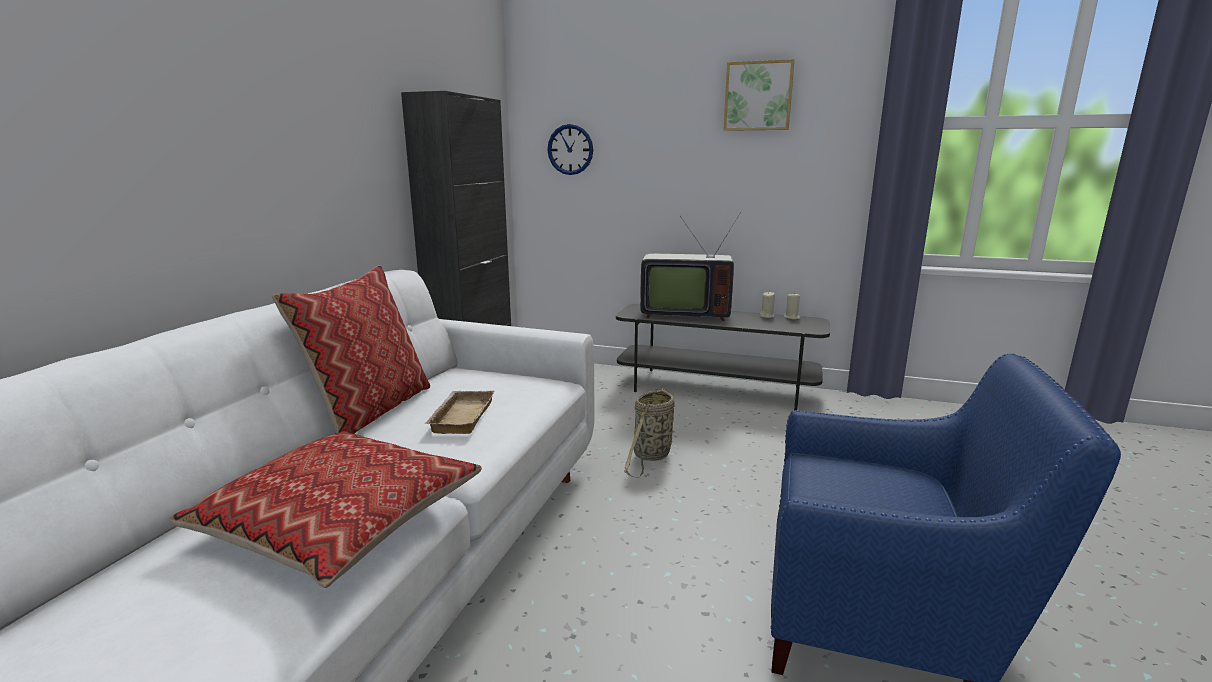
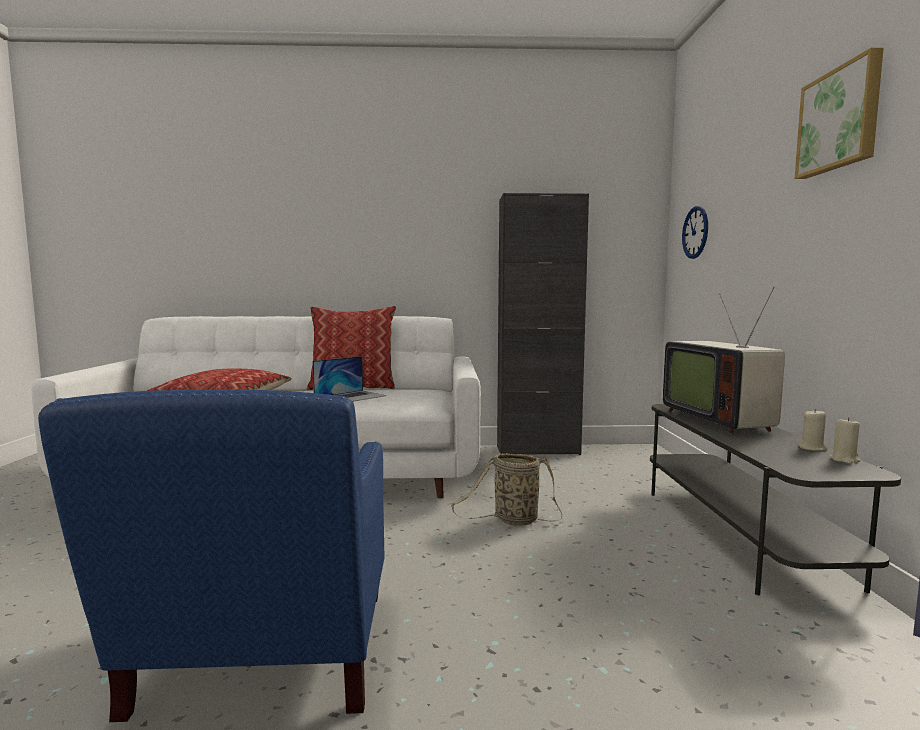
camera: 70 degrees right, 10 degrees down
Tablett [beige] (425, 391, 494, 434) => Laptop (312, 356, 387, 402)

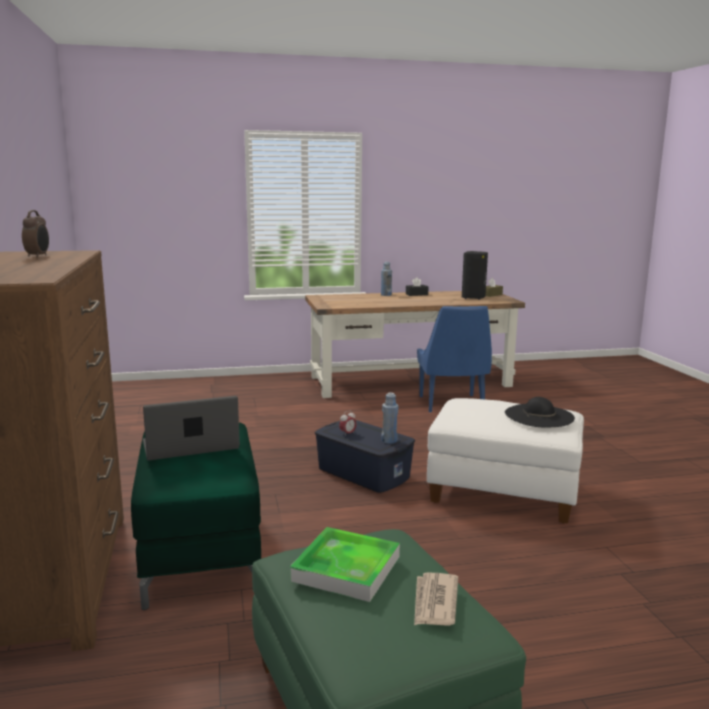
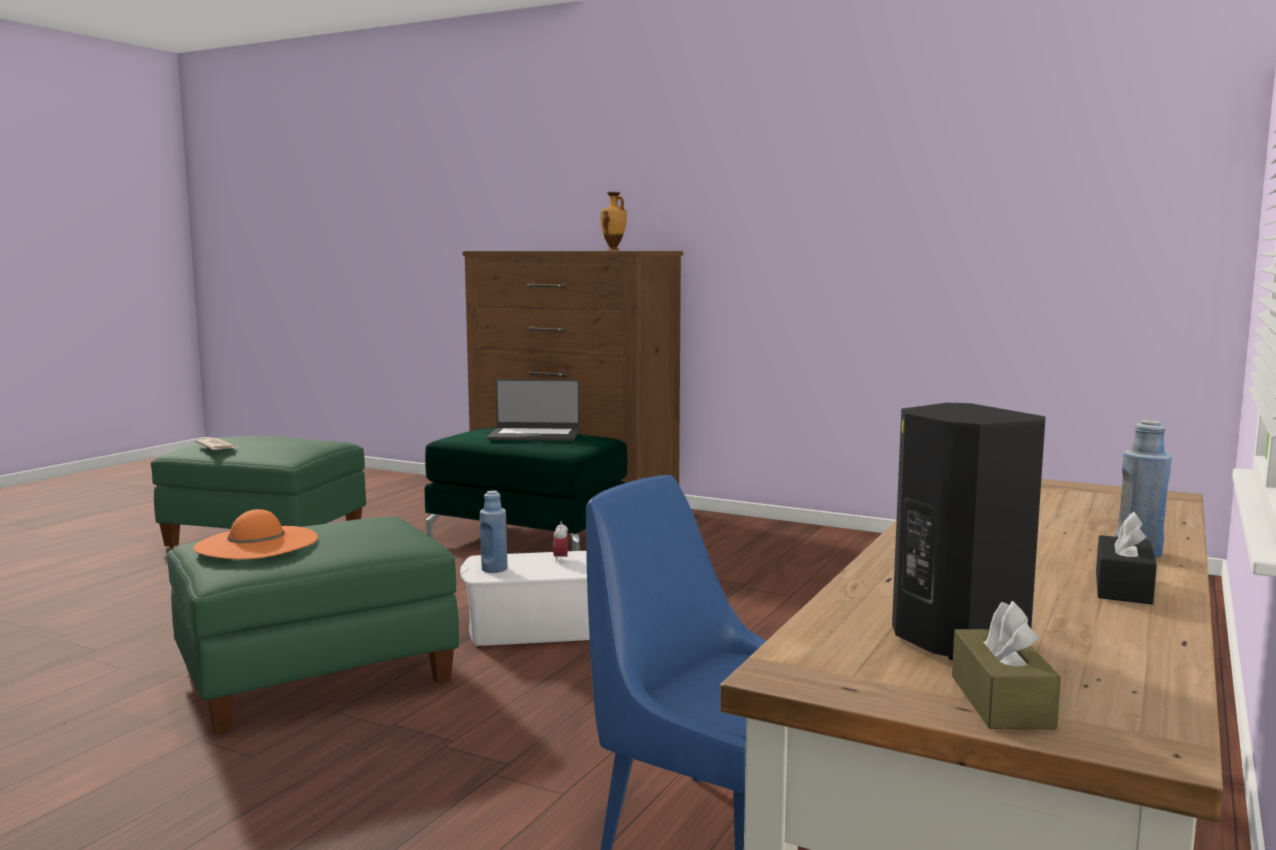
camera: 130 degrees right, 5 degrees down
Wecker (22, 210, 49, 258) => Vase (600, 192, 627, 251)
Laptop (143, 396, 240, 460) => Laptop (487, 379, 580, 441), 75 degrees clockwise
Tablett (290, 527, 400, 602) => nothing
Aufbewahrungsbox [blau] (315, 420, 415, 493) => Aufbewahrungsbox [weiß] (460, 551, 590, 646)
Polsterhocker [weiß] (427, 398, 584, 523) => Polsterhocker [grün] (167, 516, 459, 734)
Hut [schwarz] (505, 397, 575, 427) => Hut [orange] (193, 509, 318, 559)

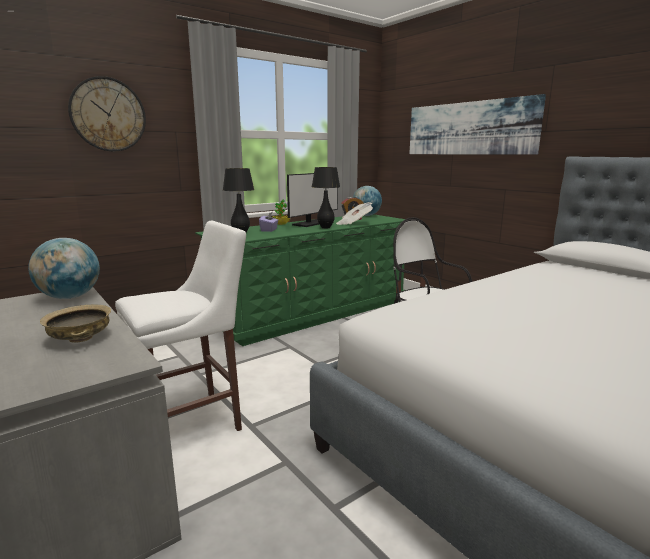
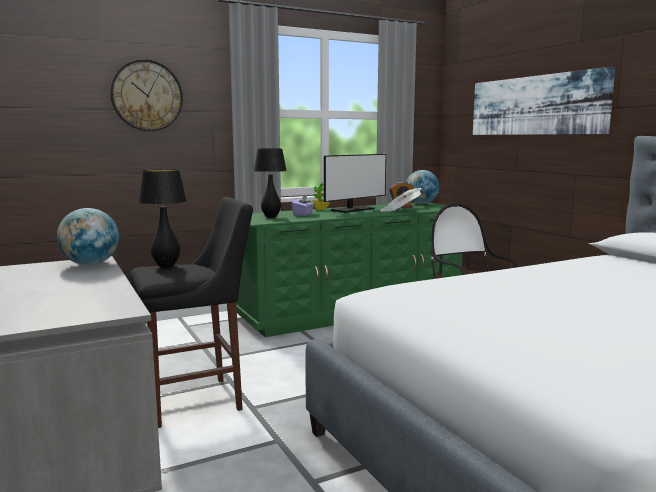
camera: 10 degrees right, 5 degrees down
Schüssel [beige] (40, 305, 111, 343) => nothing
Hocker [weiß] (115, 221, 246, 431) => Hocker [schwarz] (130, 197, 253, 428)
Tischlampe [schwarz] (312, 167, 340, 229) => Tischlampe [schwarz] (138, 169, 187, 268), relocated

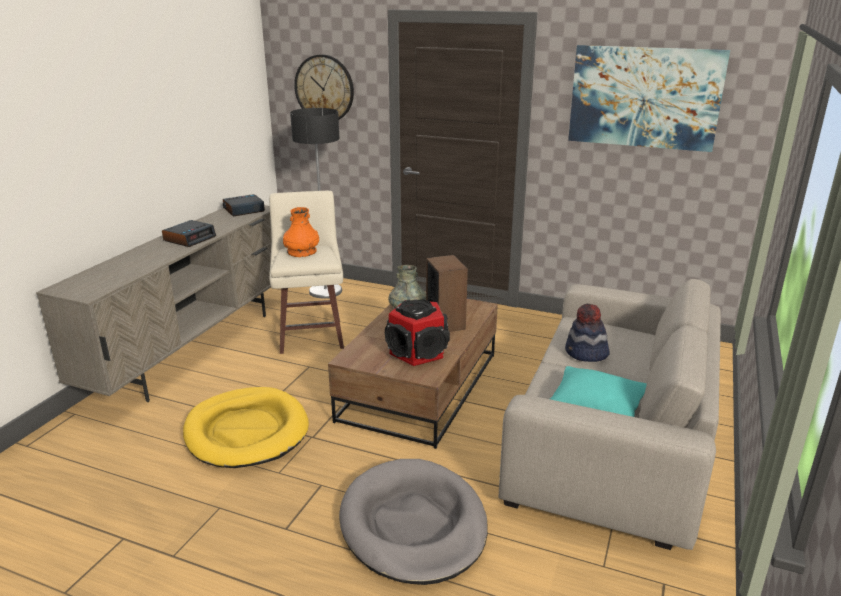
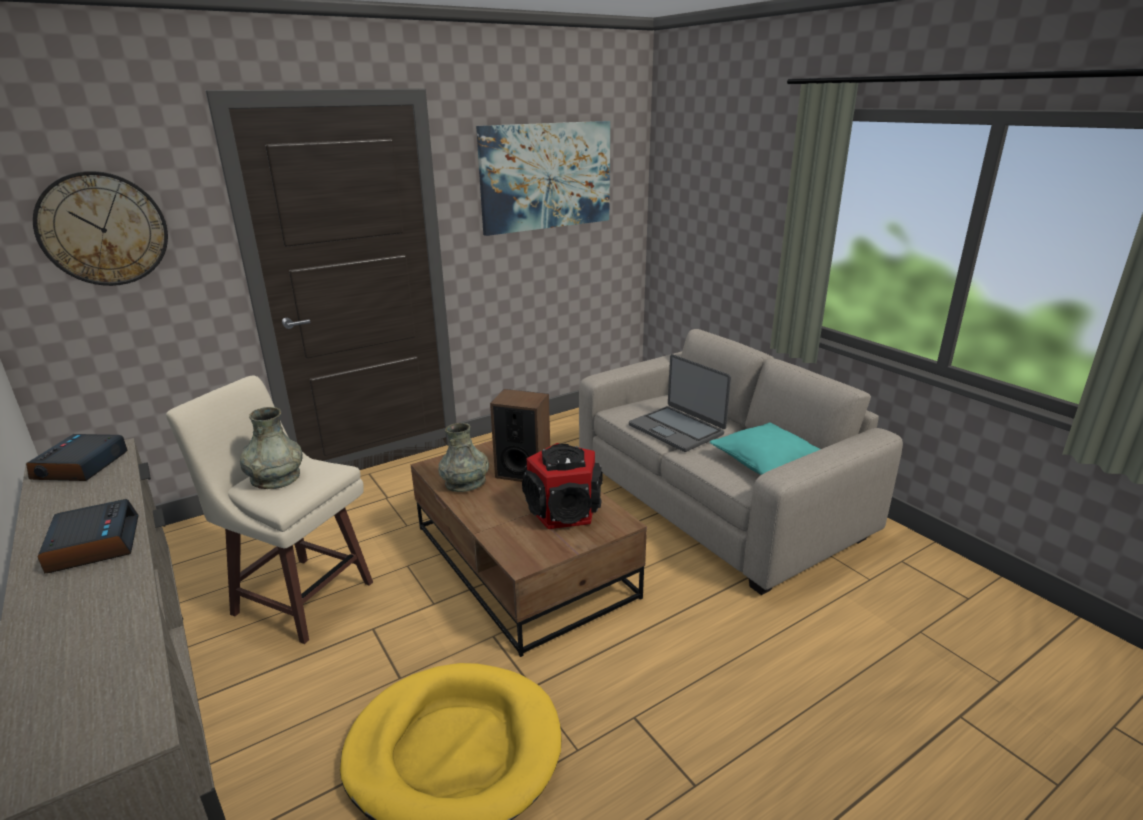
camera: 55 degrees left, 0 degrees up
Vase [orange] (283, 207, 319, 257) => Vase [grau] (240, 407, 303, 489)
Stehlampe (290, 108, 342, 298) => nothing
Hundebett [grau] (339, 459, 488, 585) => nothing
Hut (565, 304, 609, 362) => Laptop (629, 354, 731, 452)

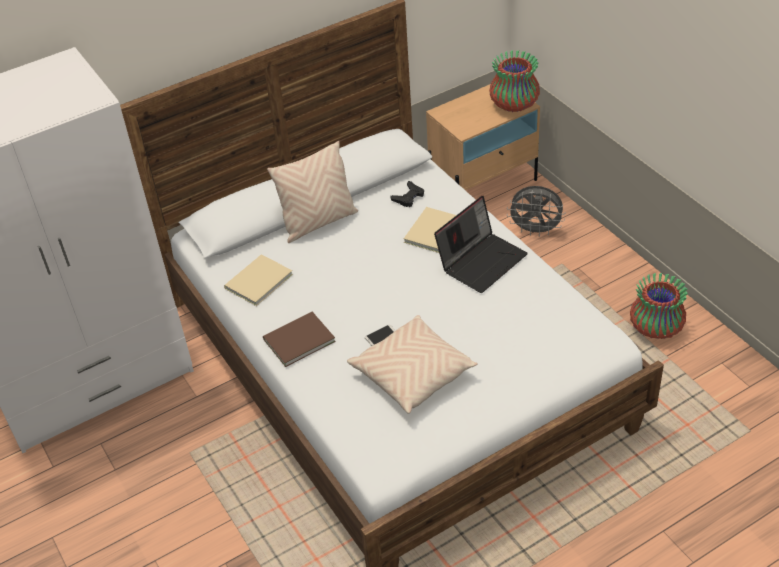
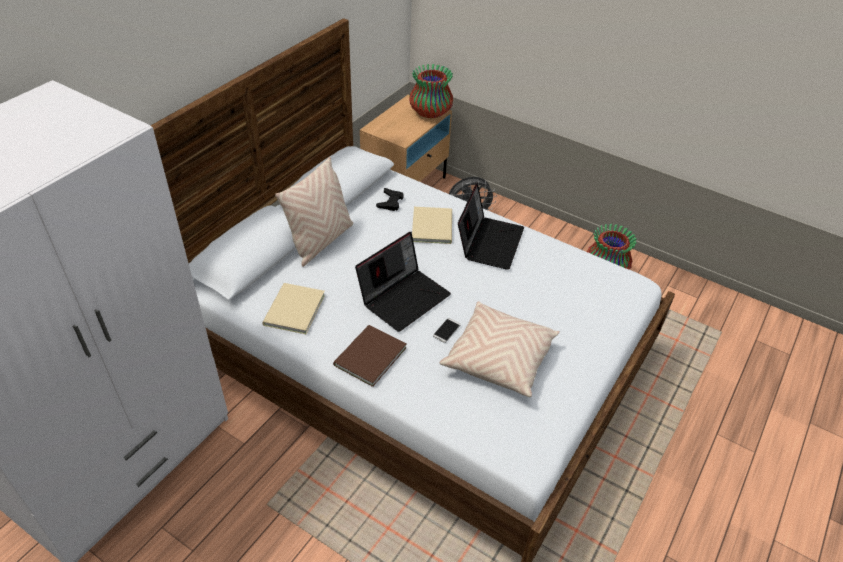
camera: 30 degrees left, 0 degrees up
nothing => Laptop (355, 232, 451, 332)

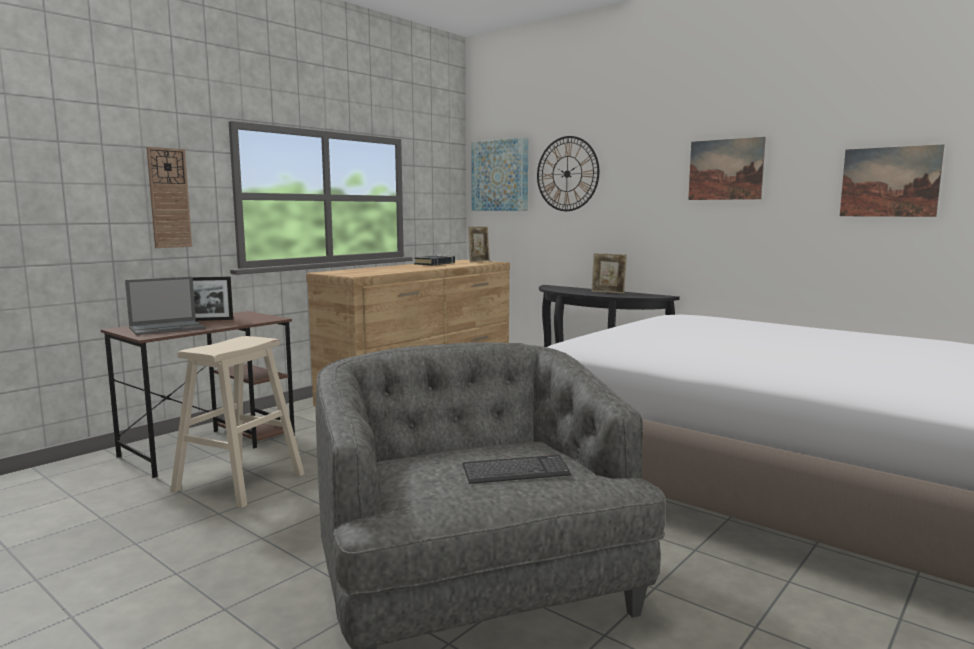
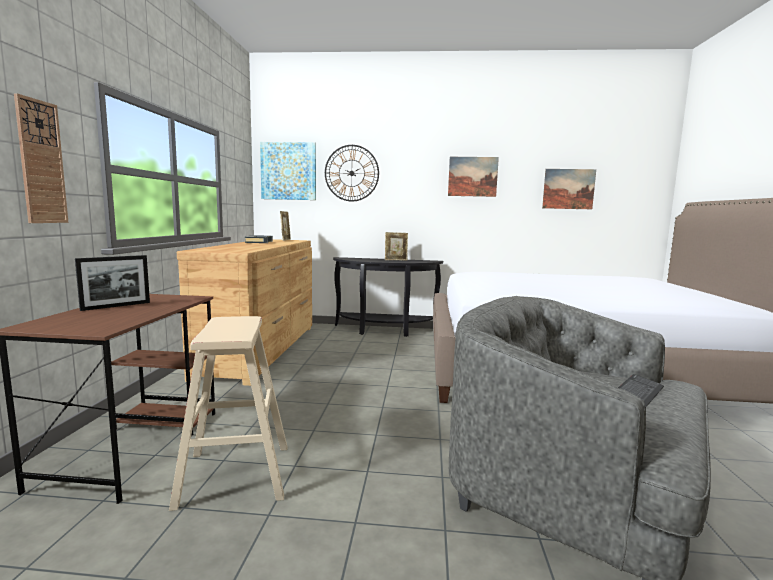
camera: 35 degrees left, 0 degrees up
Laptop (125, 277, 206, 335) => nothing

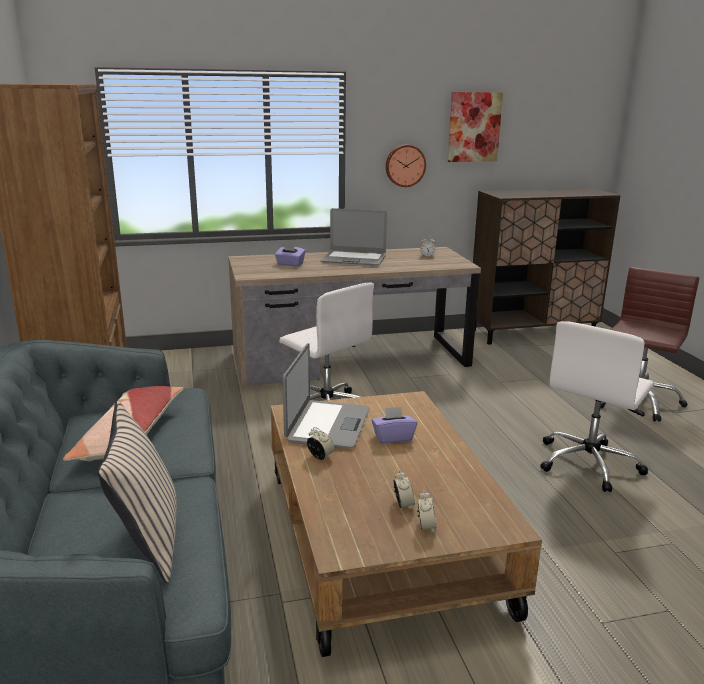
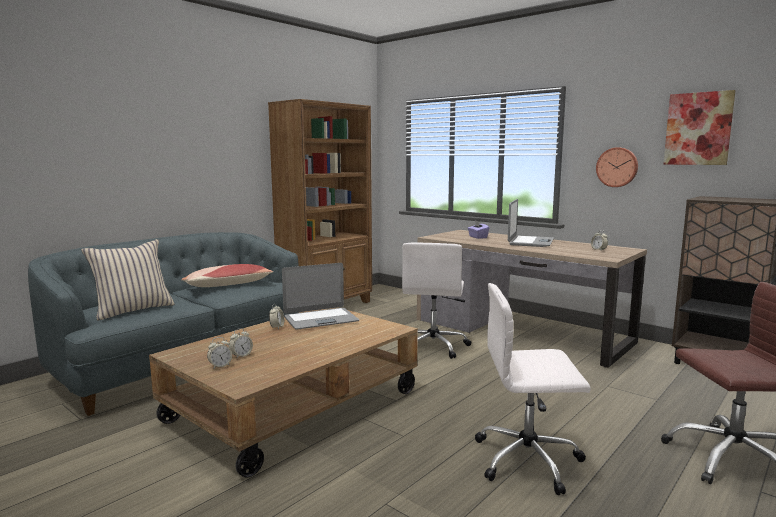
camera: 55 degrees right, 10 degrees down
Laptop (321, 208, 387, 265) => Laptop (508, 199, 554, 247), 135 degrees counterclockwise
Taschentuchbox [lila] (372, 407, 417, 443) => nothing

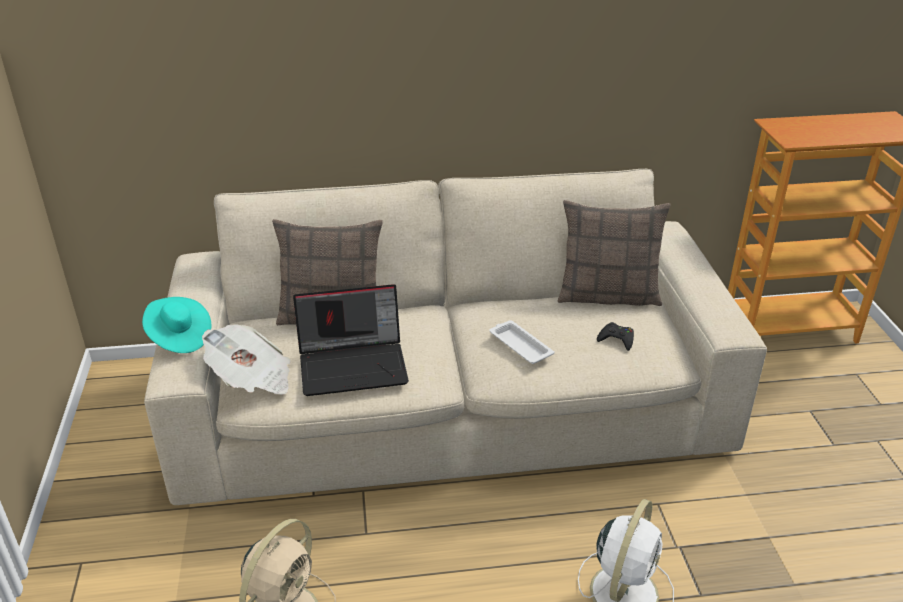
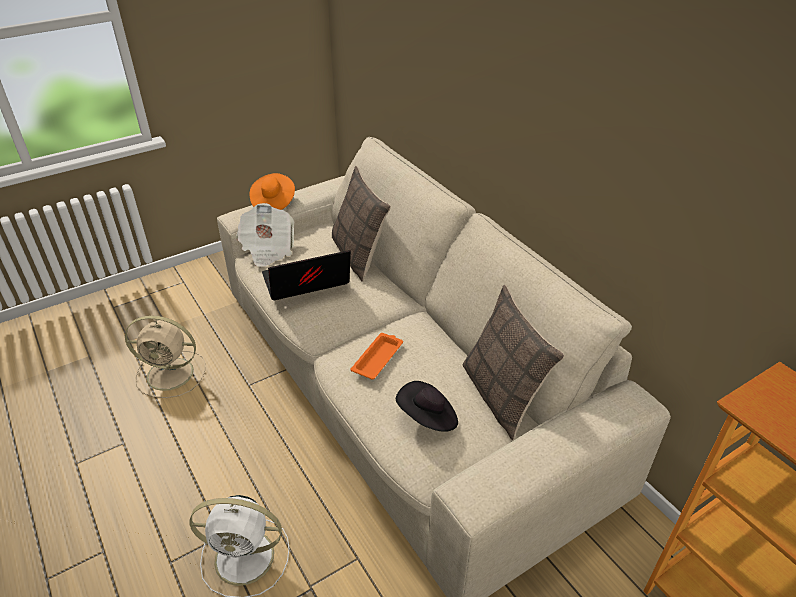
camera: 65 degrees right, 5 degrees up
Hut [türkis] (142, 297, 211, 353) => Hut [orange] (250, 173, 295, 210)
Laptop (293, 284, 409, 396) => Laptop (262, 250, 351, 300), 105 degrees clockwise
Tablett [weiß] (489, 320, 554, 364) => Tablett [orange] (351, 333, 403, 380)
Gamepad [schwarz] (597, 322, 634, 351) => Hut [schwarz] (396, 381, 458, 432)

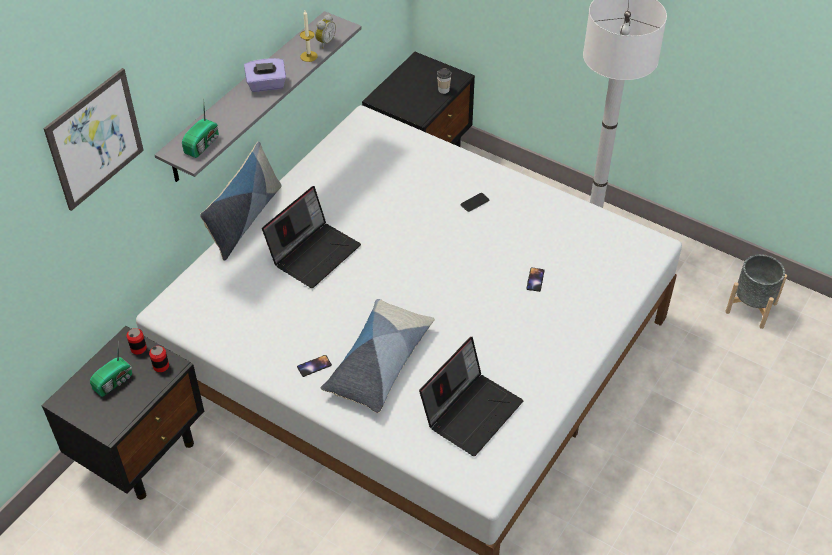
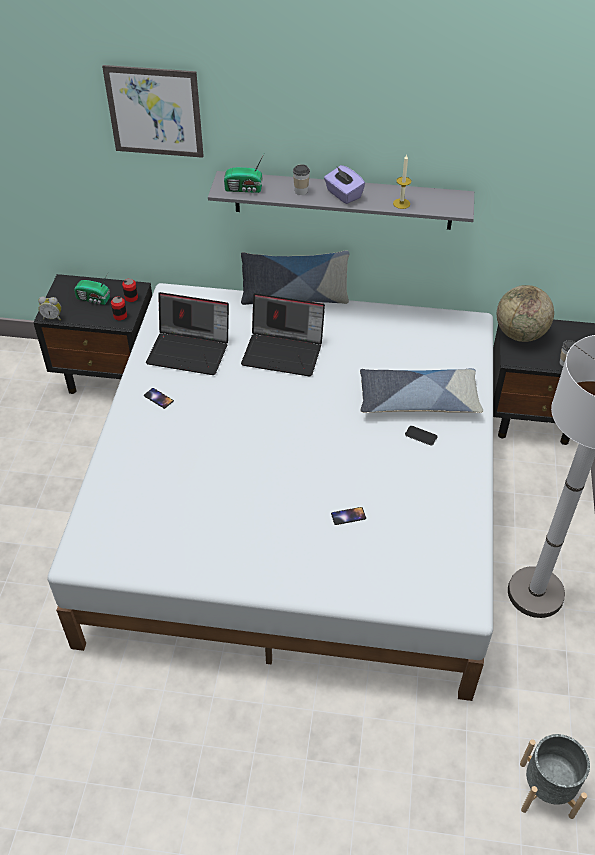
camera: 65 degrees right, 0 degrees up
Wecker (315, 14, 336, 49) => Wecker (38, 296, 61, 320), relocated
Kissen (321, 299, 434, 413) => Kissen (360, 368, 483, 413), relocated
Laptop (419, 337, 523, 456) => Laptop (146, 292, 229, 375), relocated
nothing => Tasse (293, 164, 310, 195)
nothing => Globus (497, 285, 554, 342)

